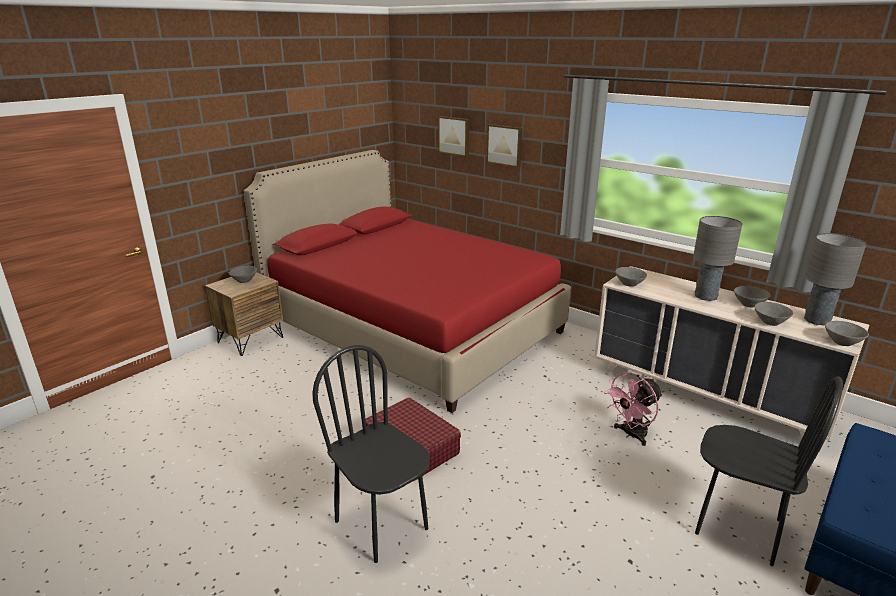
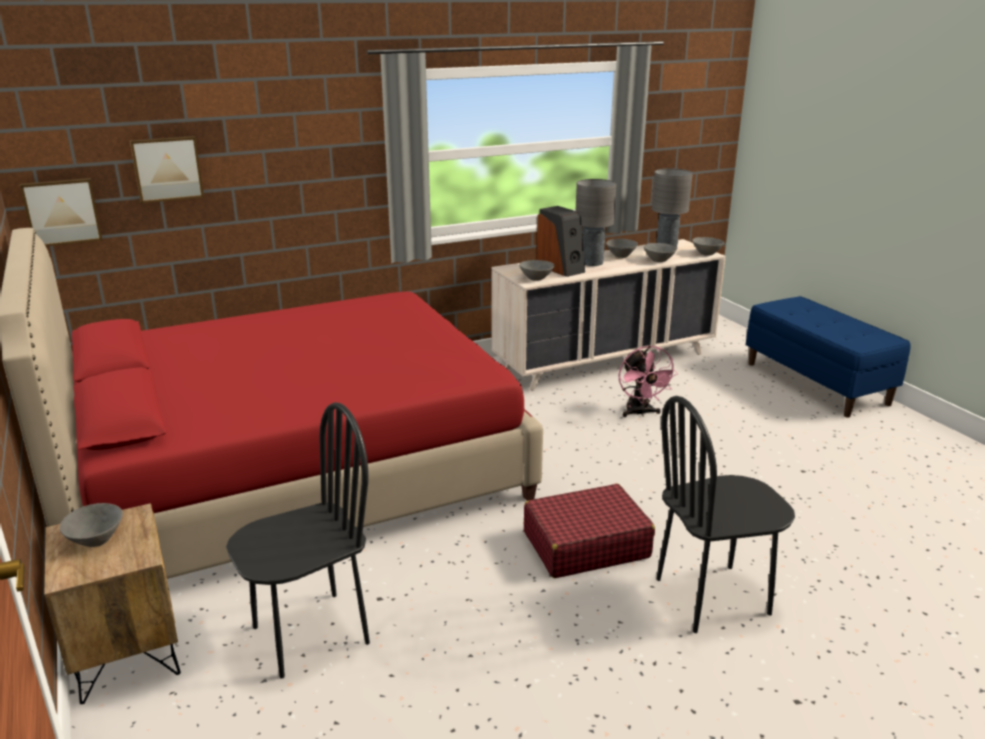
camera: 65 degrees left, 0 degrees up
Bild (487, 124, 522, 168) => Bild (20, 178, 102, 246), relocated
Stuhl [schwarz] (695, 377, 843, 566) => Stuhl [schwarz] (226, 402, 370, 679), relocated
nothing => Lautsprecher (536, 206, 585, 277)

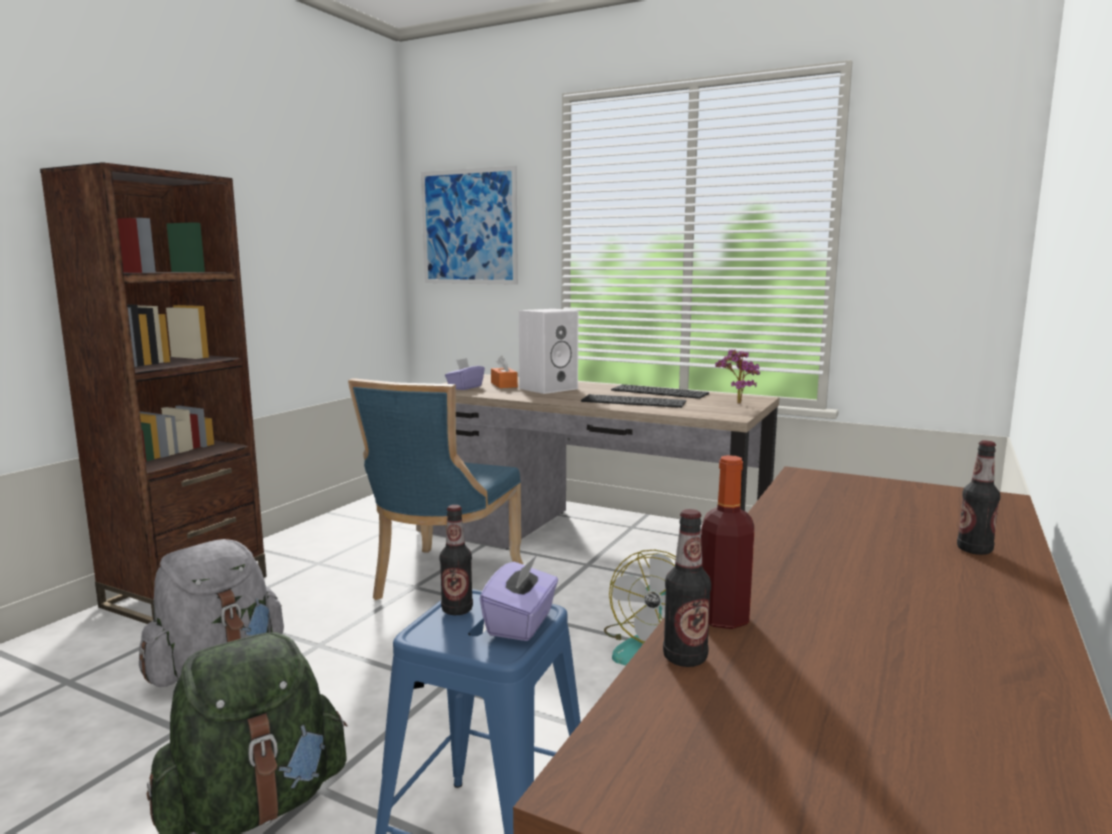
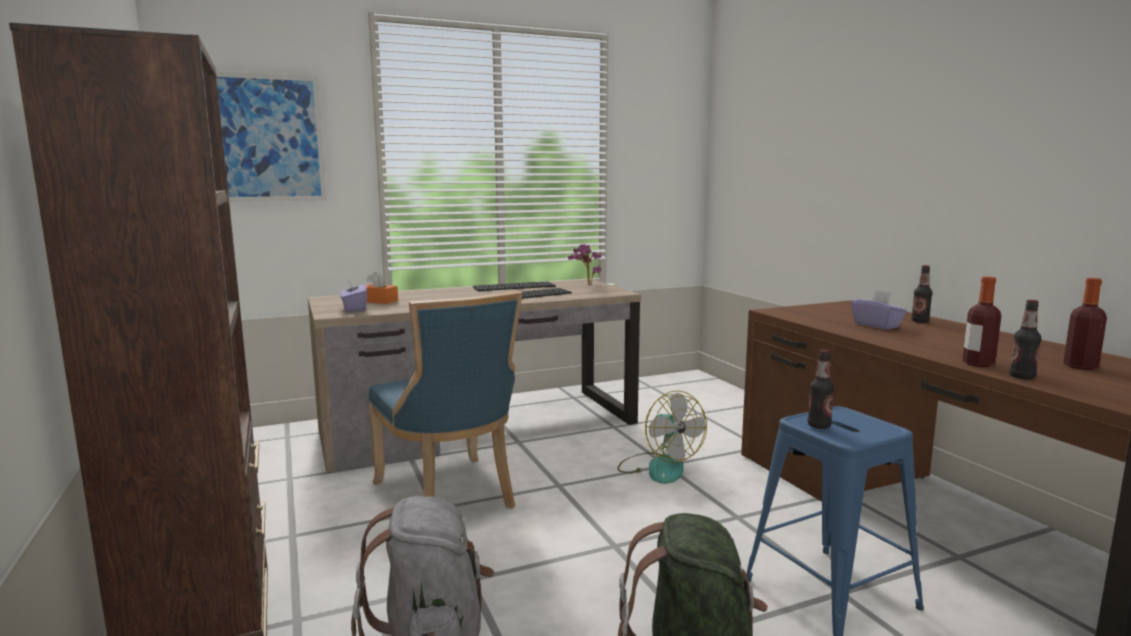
camera: 50 degrees left, 0 degrees up
Taschentuchbox [lila] (480, 555, 558, 641) => Taschentuchbox [lila] (851, 290, 906, 330), relocated
Lautsprecher [weiß] (519, 309, 578, 394) => nothing
nothing => Flasche (1063, 278, 1107, 370)

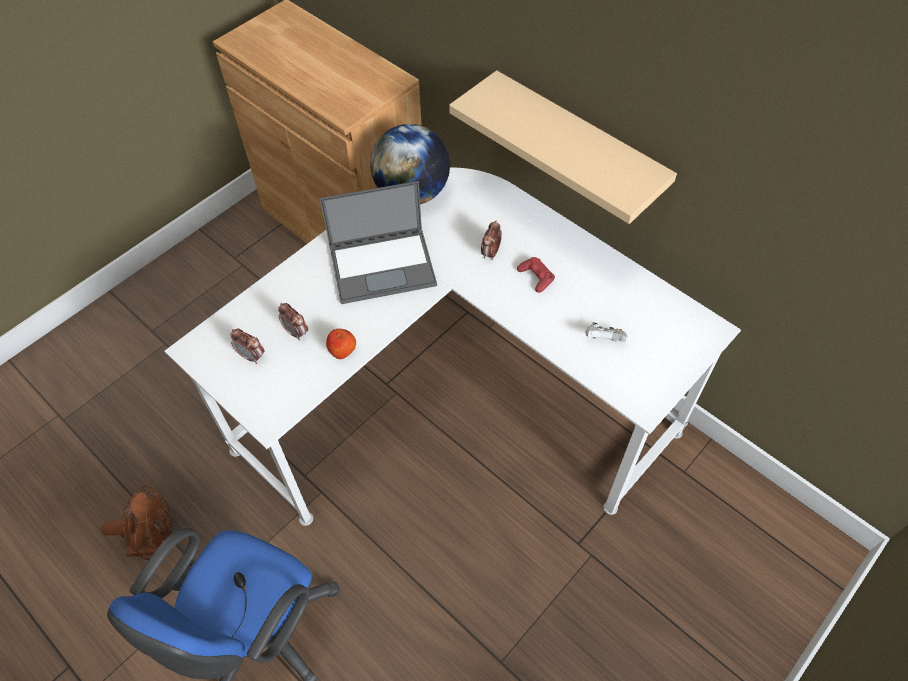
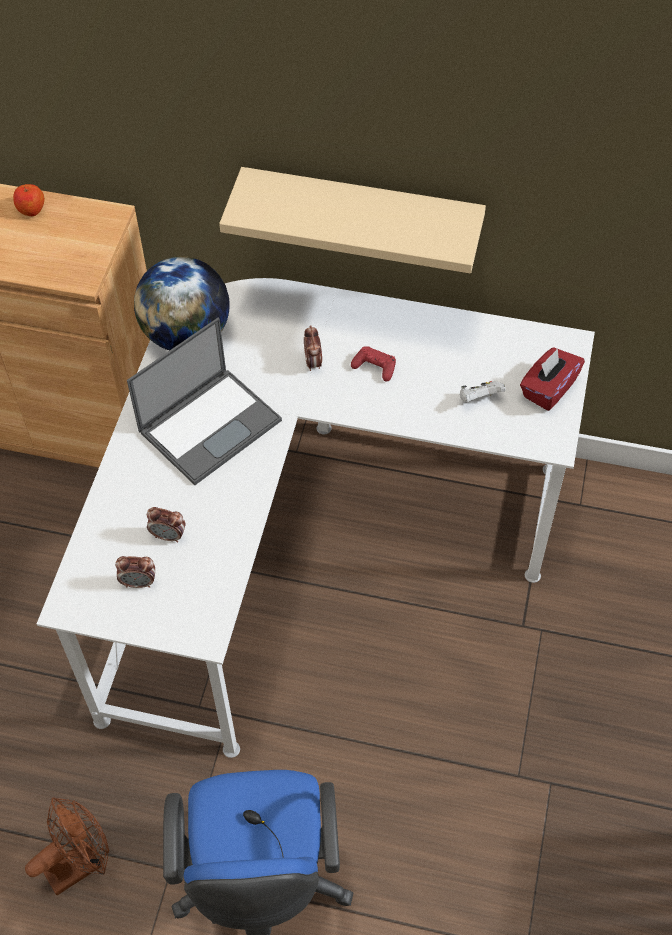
camera: 30 degrees left, 0 degrees up
Apfel (326, 329, 356, 359) => Apfel (13, 184, 45, 216), relocated
nothing => Taschentuchbox [rot] (520, 347, 585, 411)

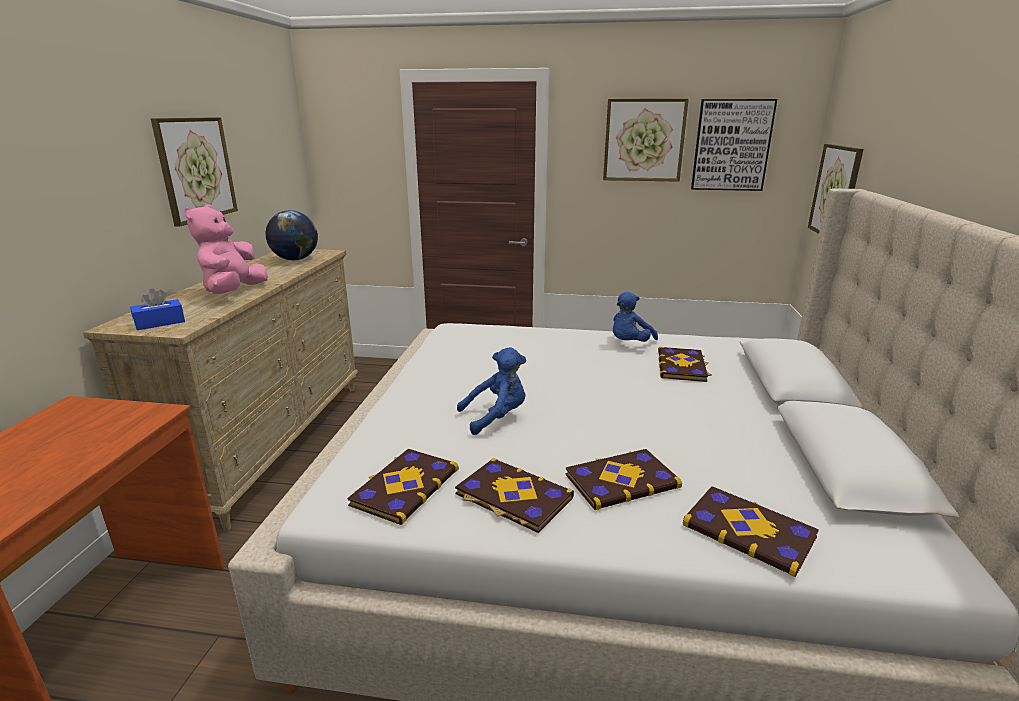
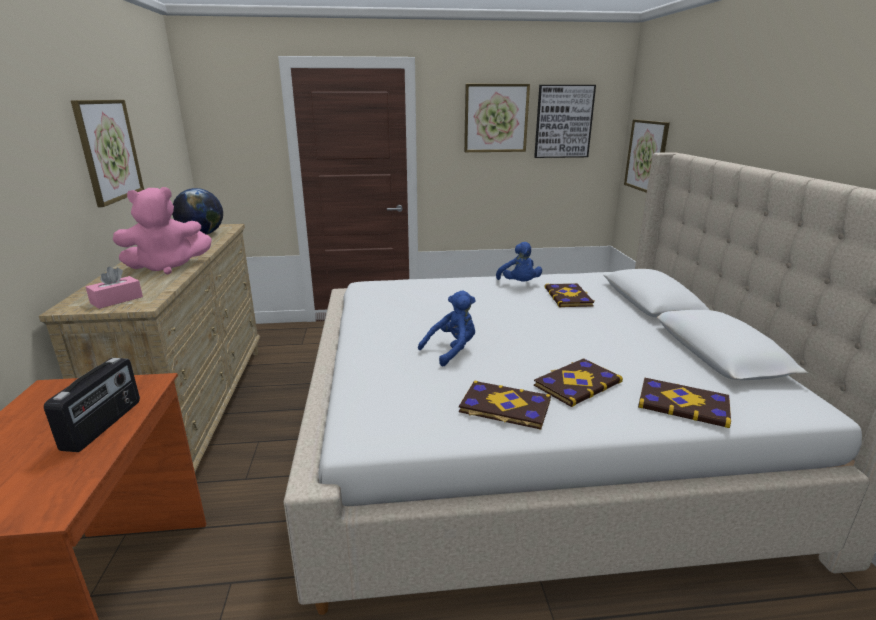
camera: 15 degrees left, 0 degrees up
Taschentuchbox [blau] (130, 289, 185, 330) => Taschentuchbox [rosa] (86, 267, 143, 309)
Plüschtier [rosa] (184, 205, 268, 294) => Plüschtier [rosa] (113, 187, 212, 274), 105 degrees counterclockwise
Buch (347, 449, 459, 525) => nothing
Plüschtier [blau] (613, 292, 658, 342) => Plüschtier [blau] (496, 242, 542, 282), 45 degrees counterclockwise
nothing => Radio (44, 358, 140, 452)

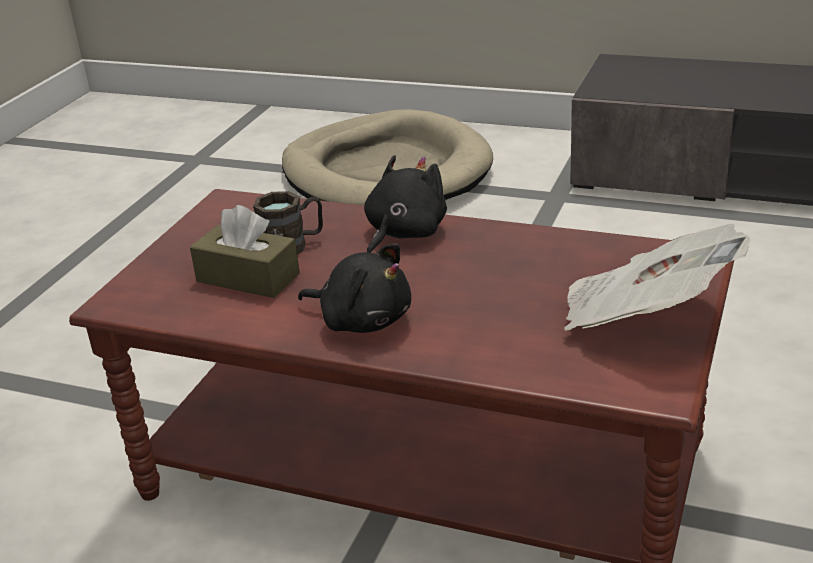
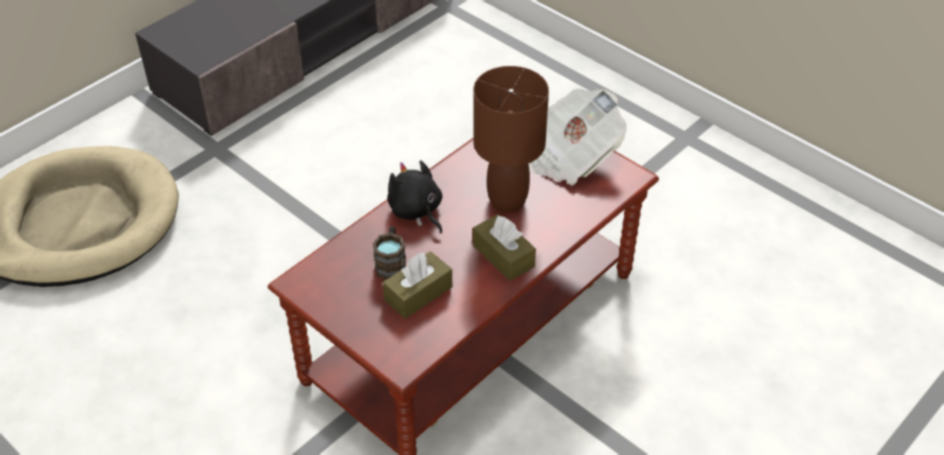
camera: 70 degrees left, 15 degrees up
Plüschtier [schwarz] (298, 243, 411, 333) => Taschentuchbox [braun] (473, 214, 536, 281)
nothing => Tischlampe [braun] (474, 66, 549, 213)

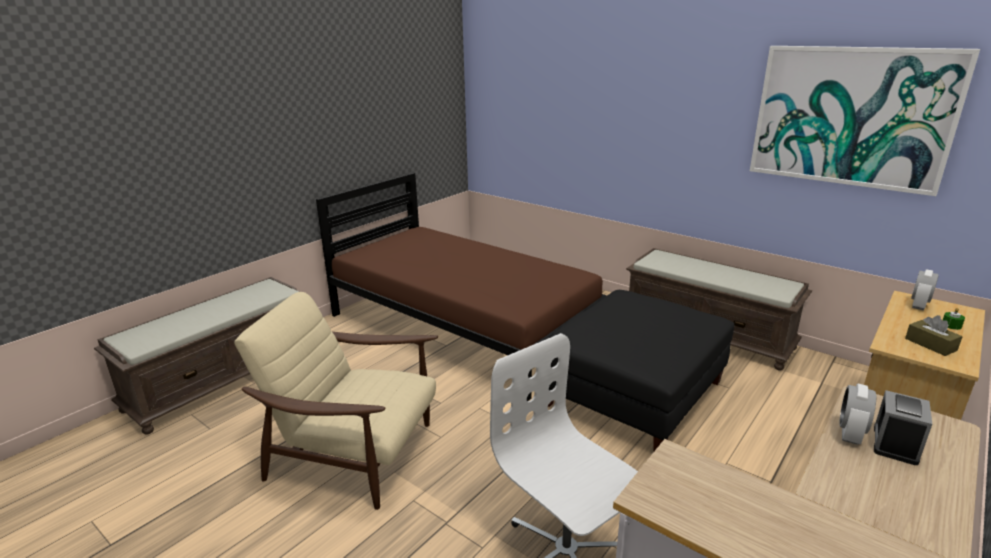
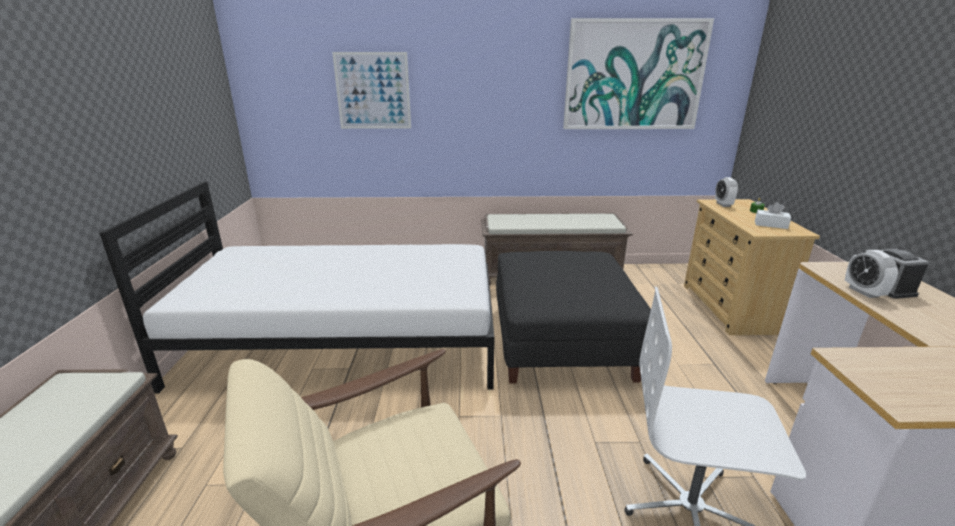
camera: 40 degrees left, 0 degrees up
Bett [braun] (316, 173, 607, 401) => Bett [weiß] (100, 182, 494, 394)
Taschentuchbox [braun] (905, 315, 963, 356) => Taschentuchbox [weiß] (755, 202, 791, 229)
nothing => Bild (332, 52, 411, 129)

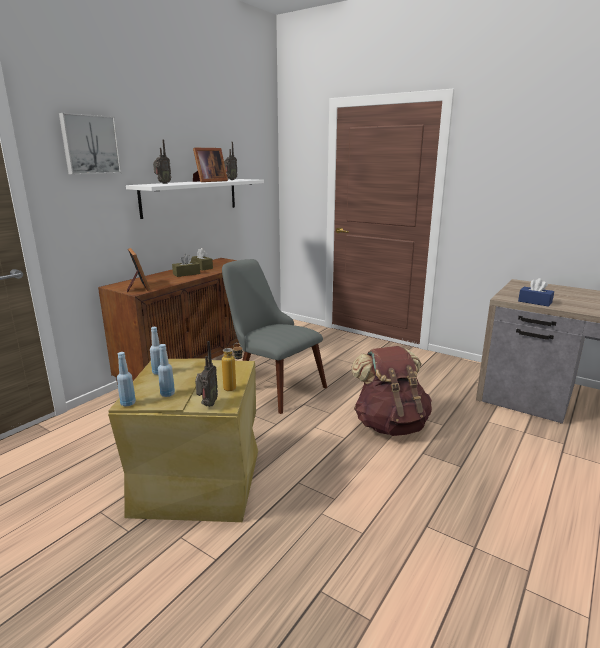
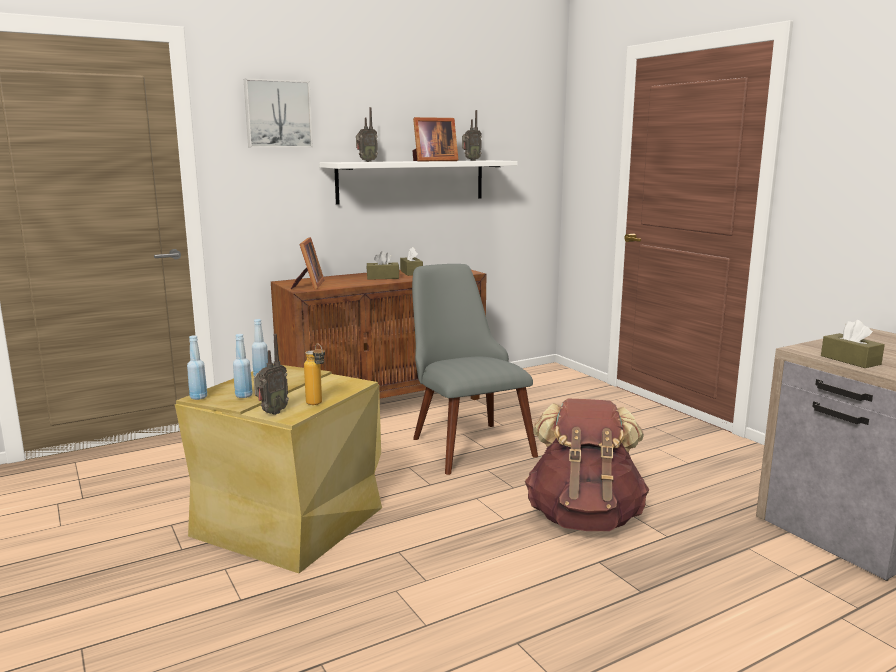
camera: 25 degrees right, 5 degrees down
Taschentuchbox [blau] (518, 278, 554, 307) => Taschentuchbox [braun] (821, 320, 885, 368)

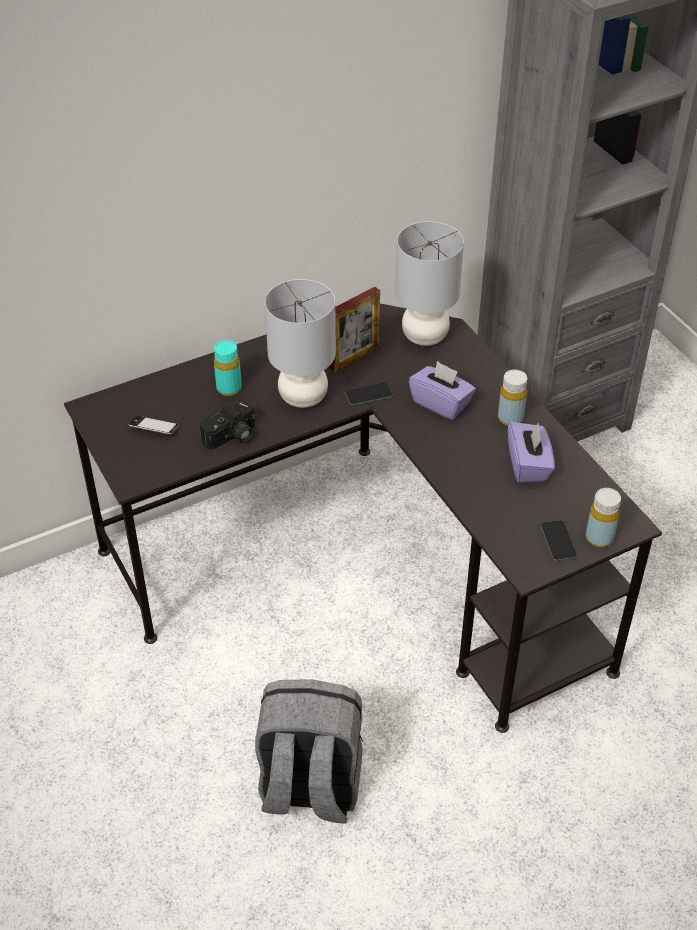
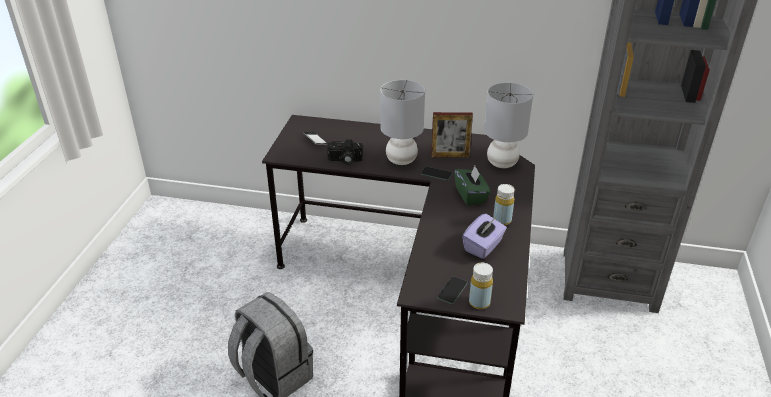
camera: 40 degrees right, 10 degrees down
Flasche [türkis] (214, 340, 242, 396) => nothing
Taschentuchbox [lila] (409, 361, 476, 420) => Taschentuchbox [grün] (454, 166, 490, 206)

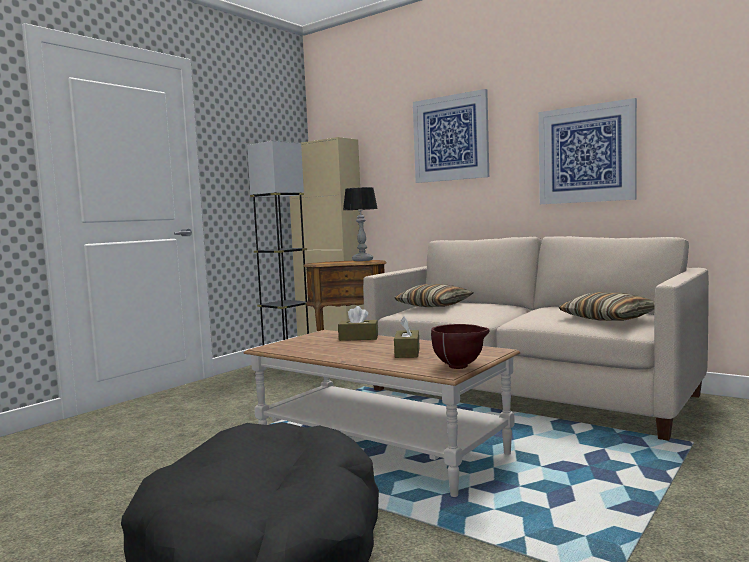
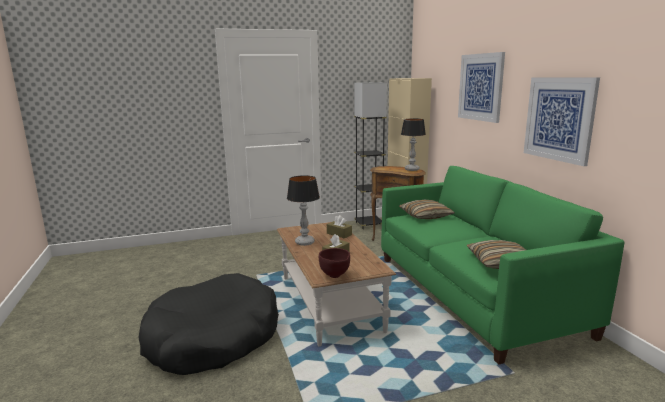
camera: 35 degrees right, 10 degrees up
Sofa [beige] (363, 236, 709, 441) => Sofa [grün] (381, 166, 625, 365)
nothing => Tischlampe (287, 175, 320, 246)

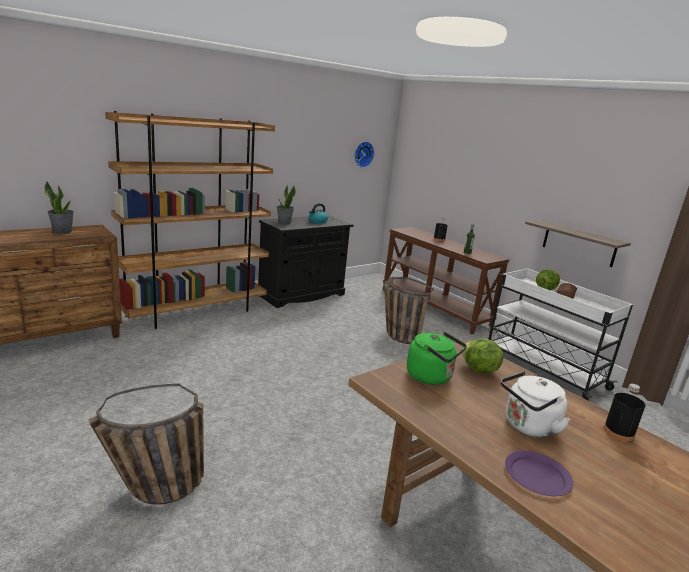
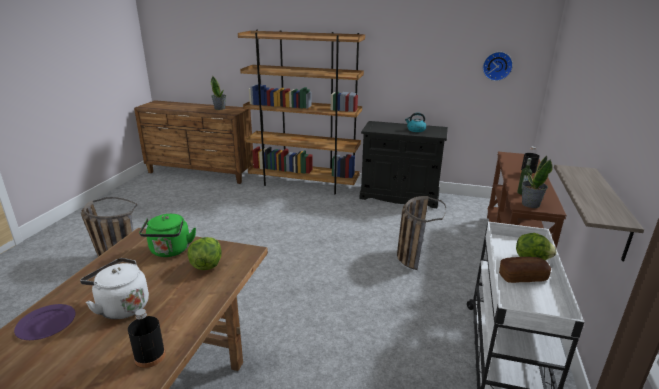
camera: 55 degrees right, 5 degrees up
Topfpflanze (277, 185, 296, 224) => Topfpflanze (522, 156, 553, 208), relocated

